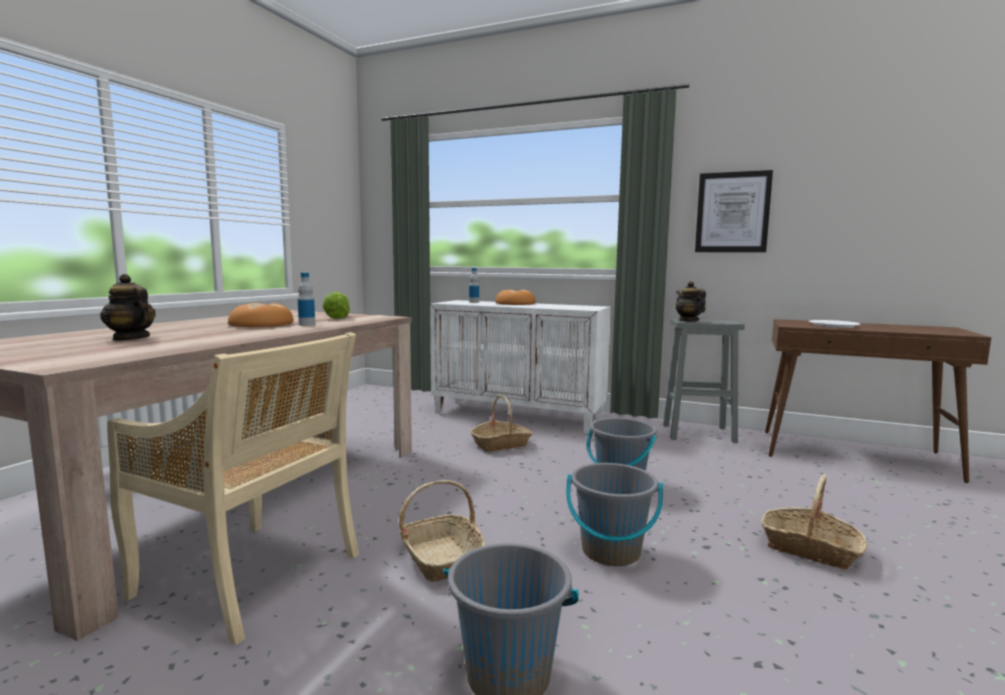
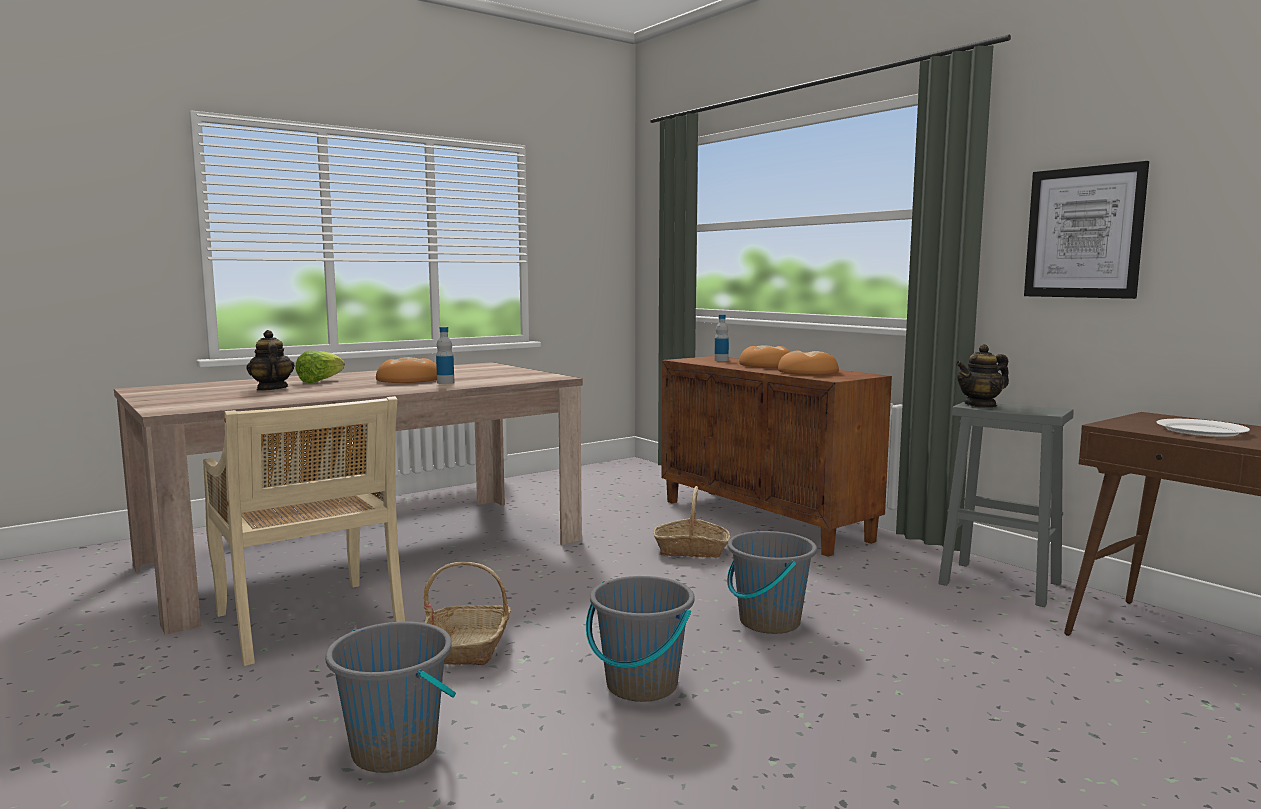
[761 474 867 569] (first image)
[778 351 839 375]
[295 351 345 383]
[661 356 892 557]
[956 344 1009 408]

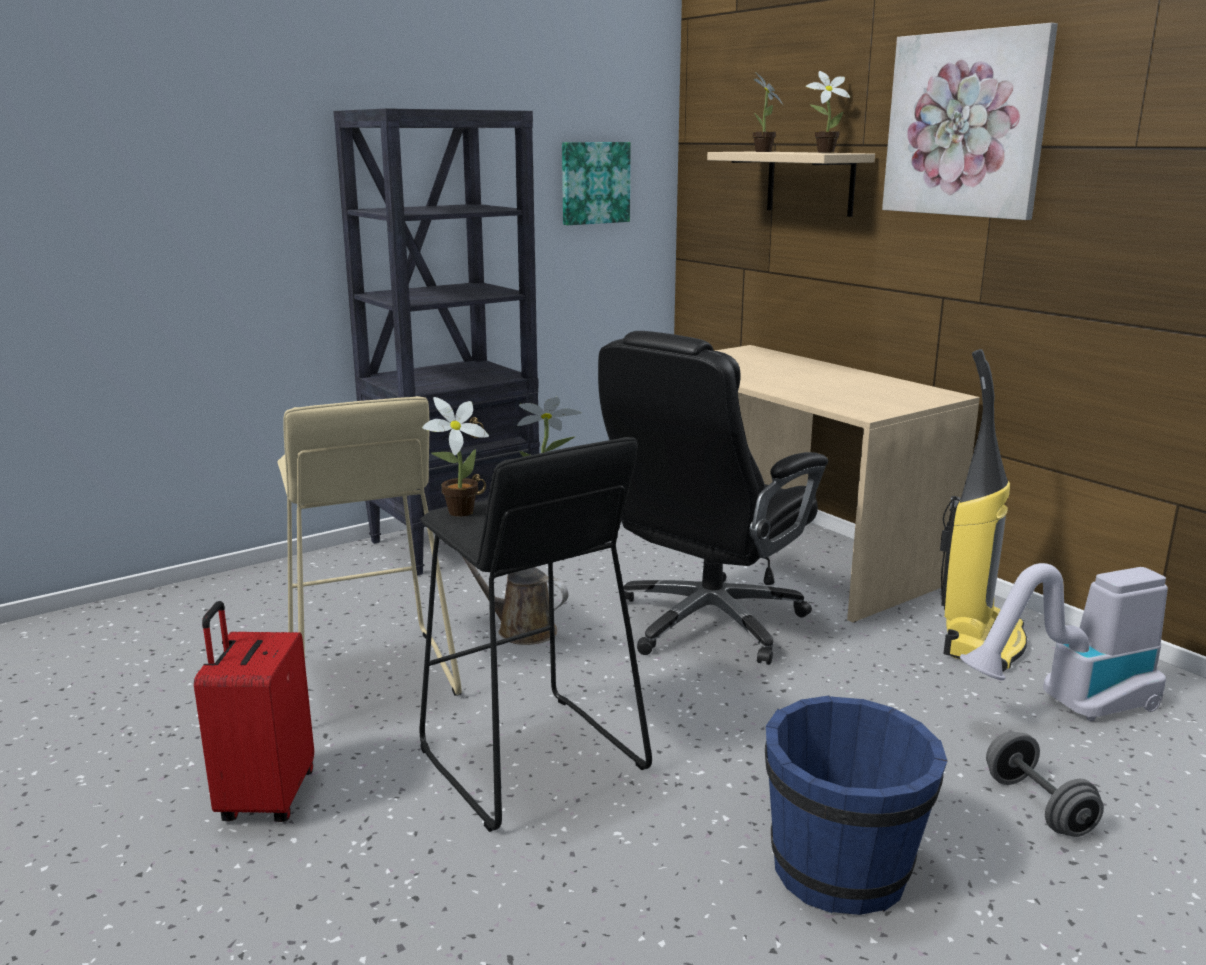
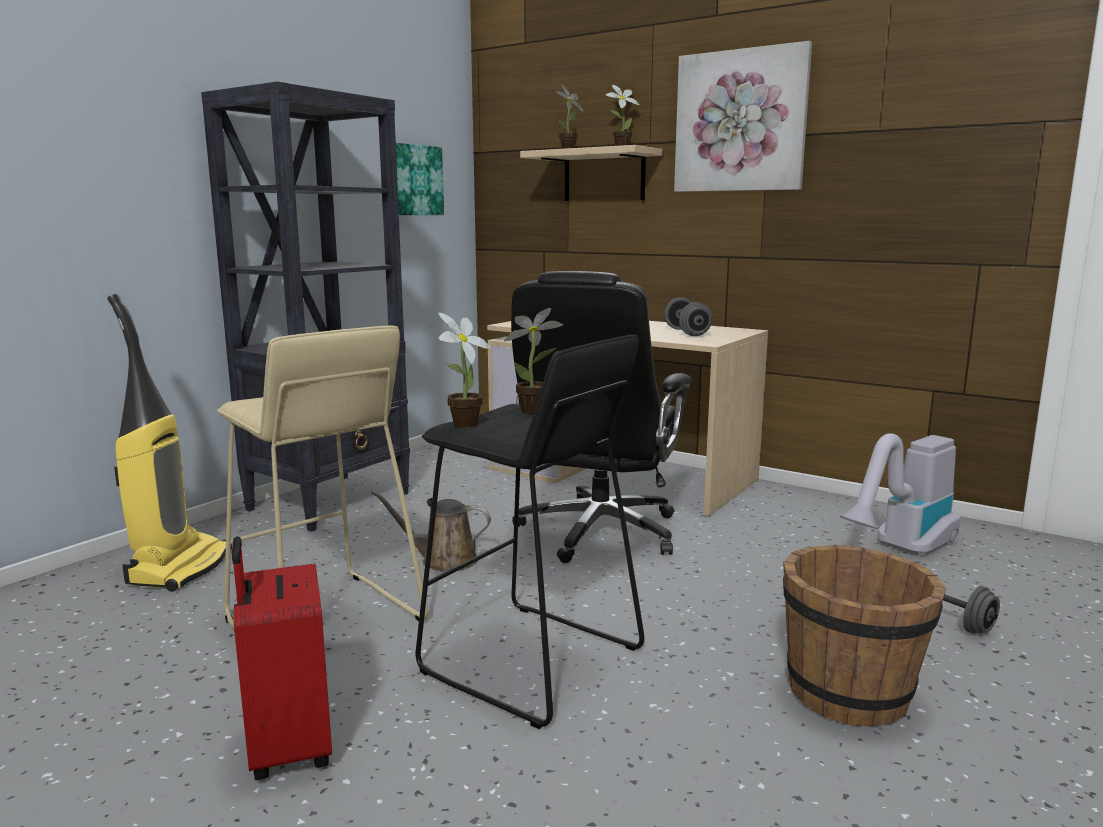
[664 297 712 336]
[107 294 232 592]
[783 545 946 727]

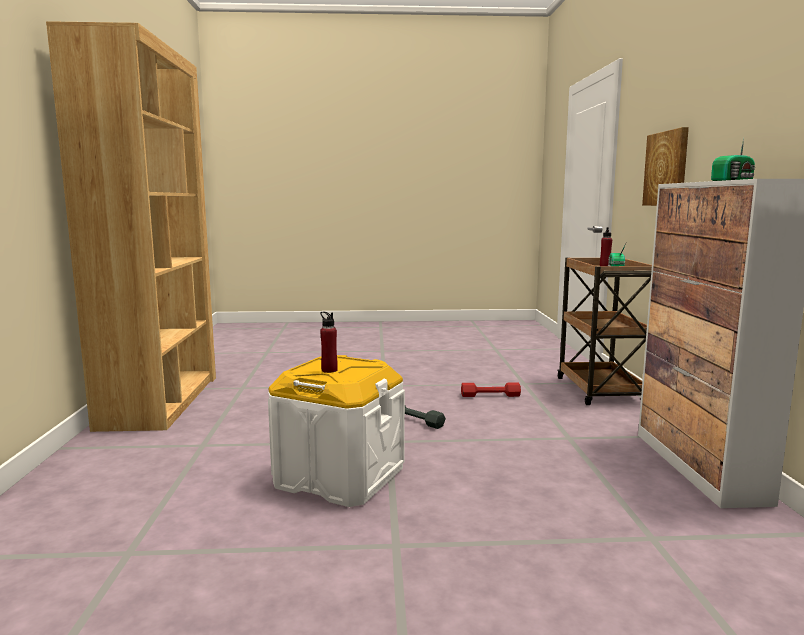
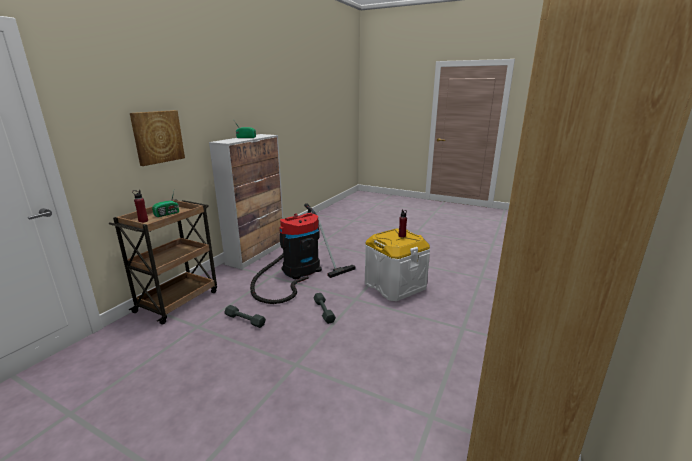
[250 203 356 304]
[224 305 266 328]

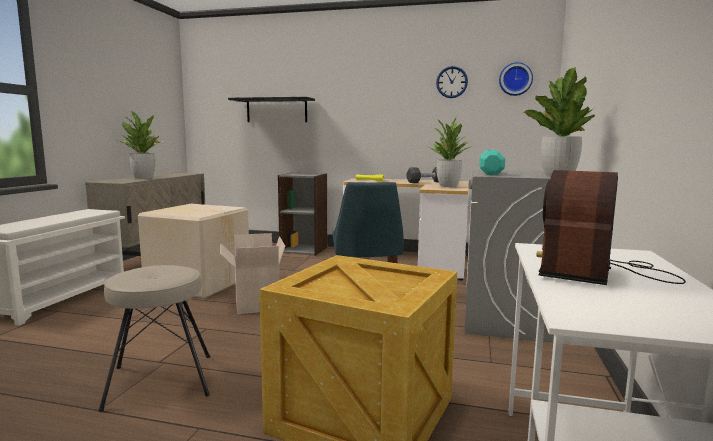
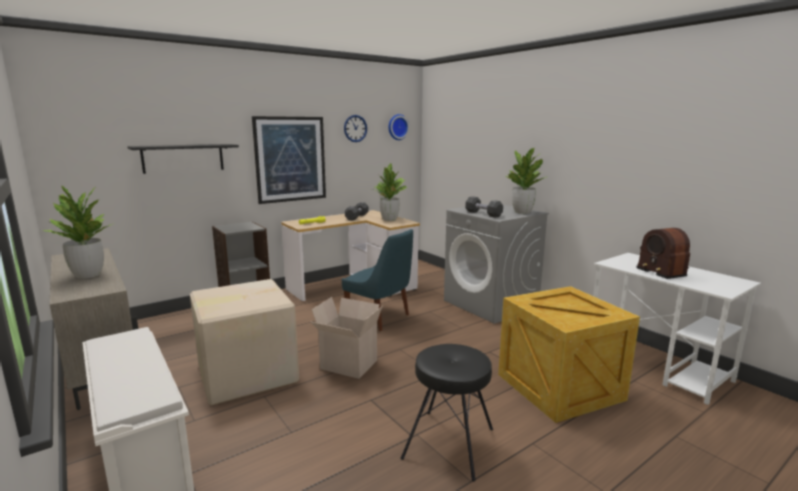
[252 116 326 204]
[400 344 493 482]
[465 197 503 217]

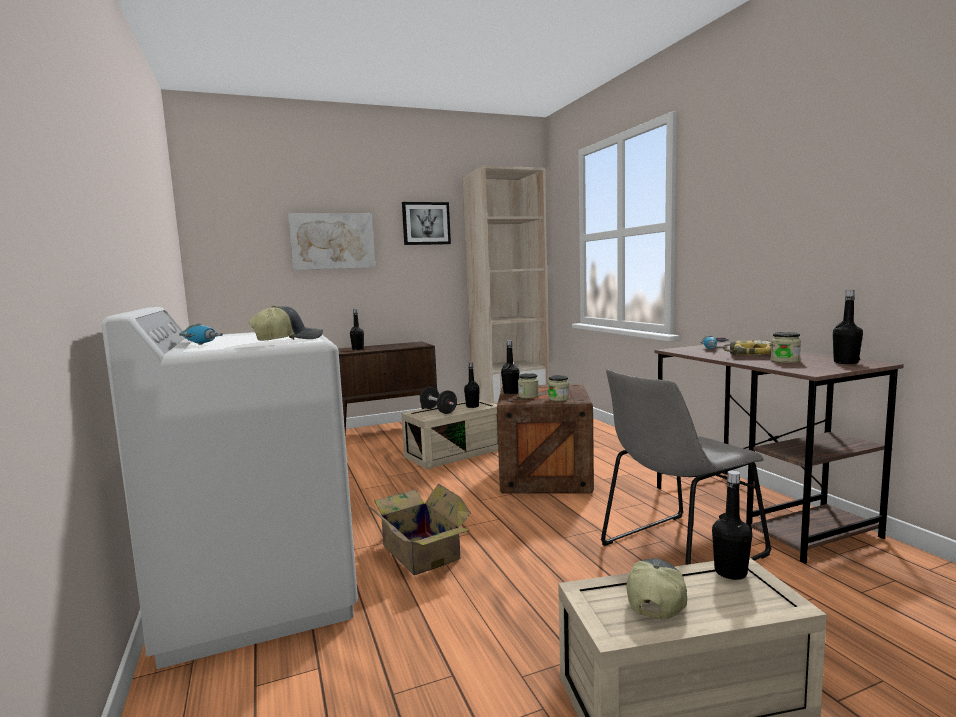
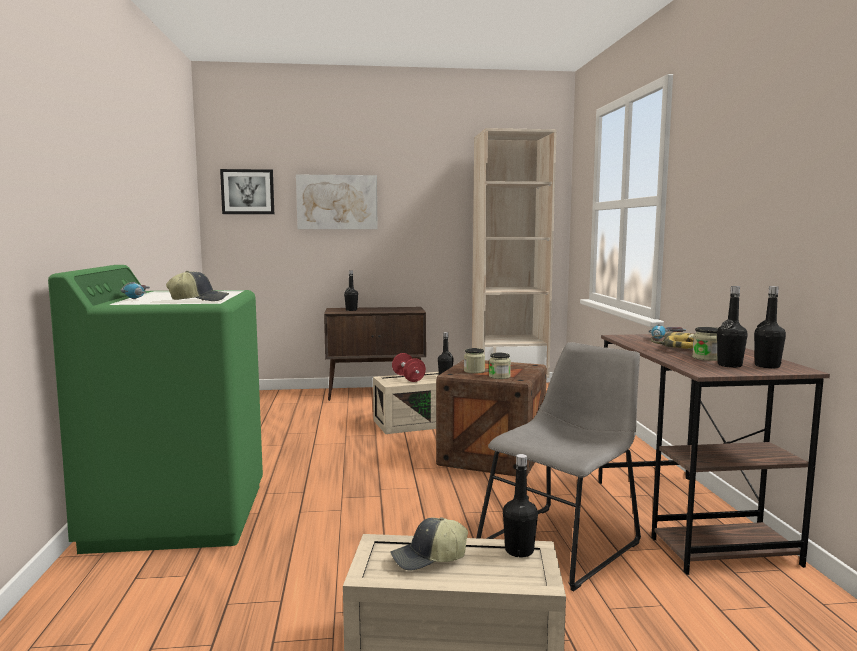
[364 484 471 575] (first image)
[220 169 274 214]
[717 286 748 368]
[48 265 263 554]
[392 353 426 382]
[476 342 641 591]
[391 517 468 571]

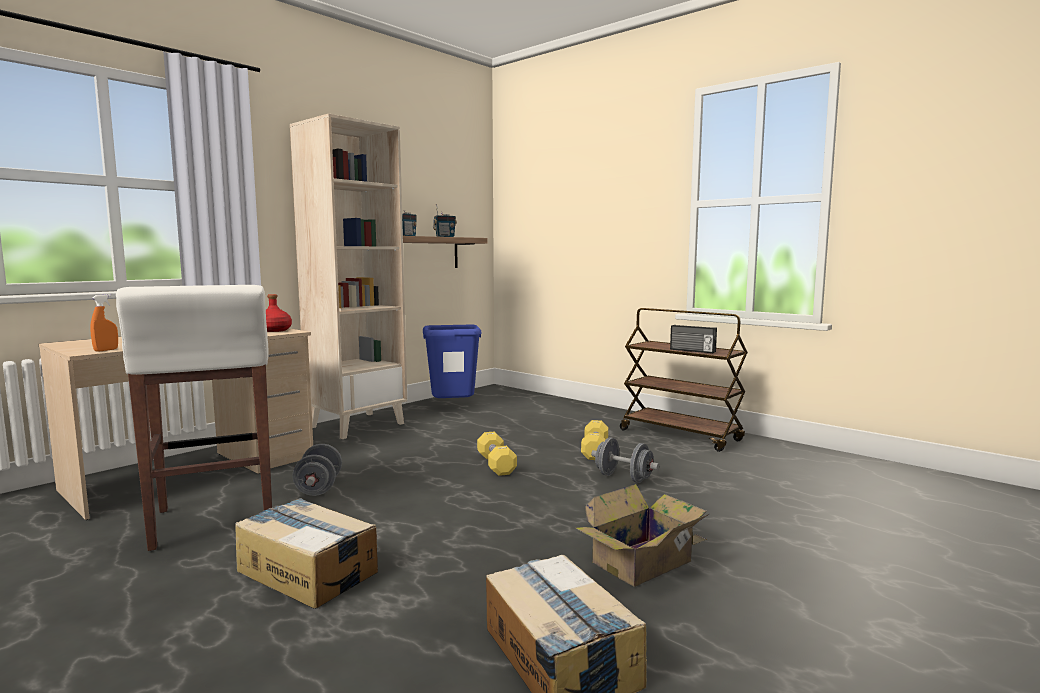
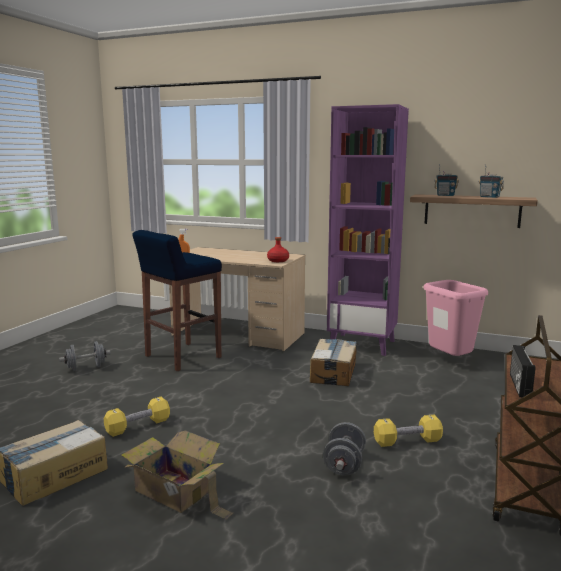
[310 339 357 386]
[59 341 111 371]
[104 396 170 437]
[133 230 222 371]
[327 104 409 356]
[423 280 488 356]

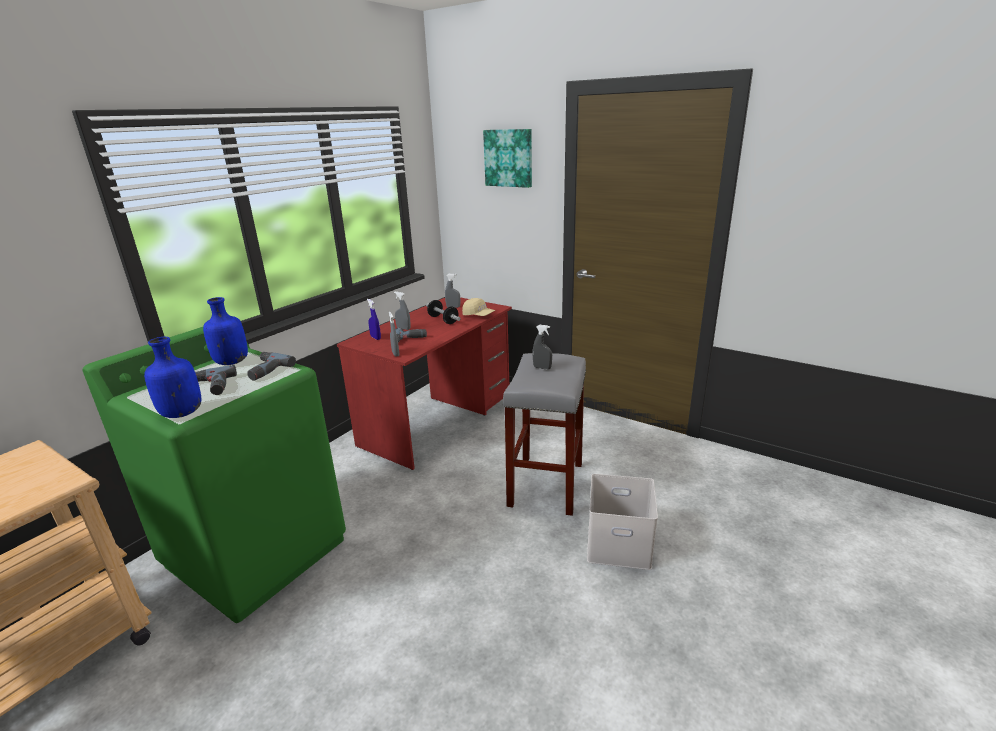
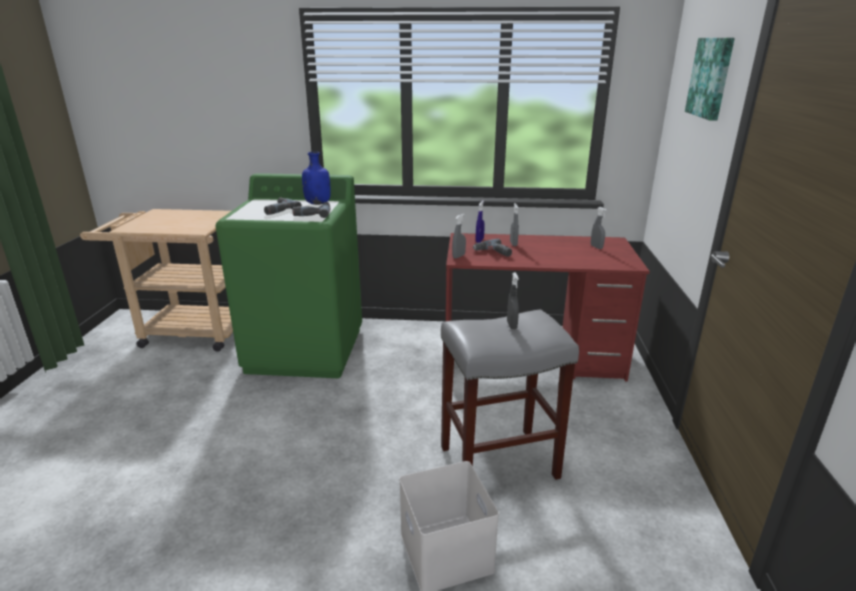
[144 337 201 418] (first image)
[426 300 461 324] (first image)
[462 298 495 316] (first image)

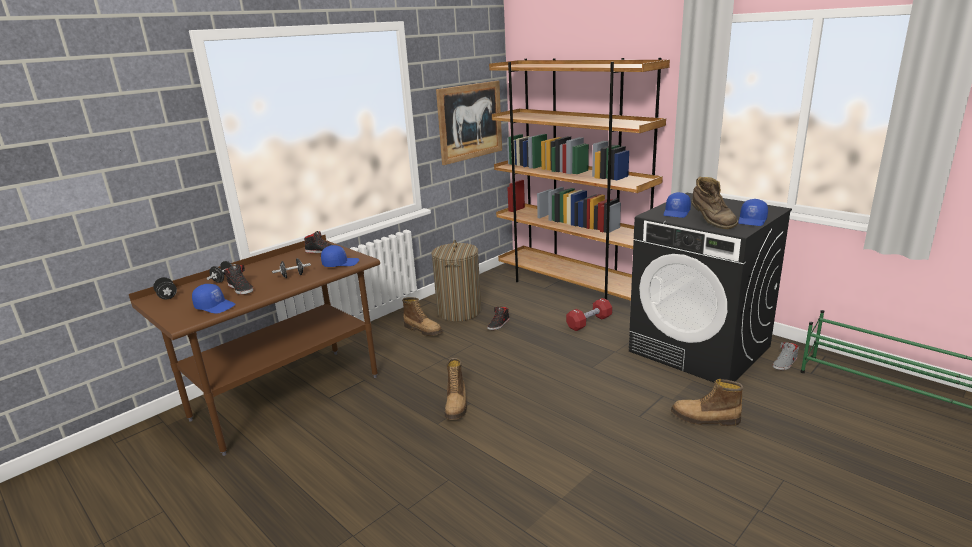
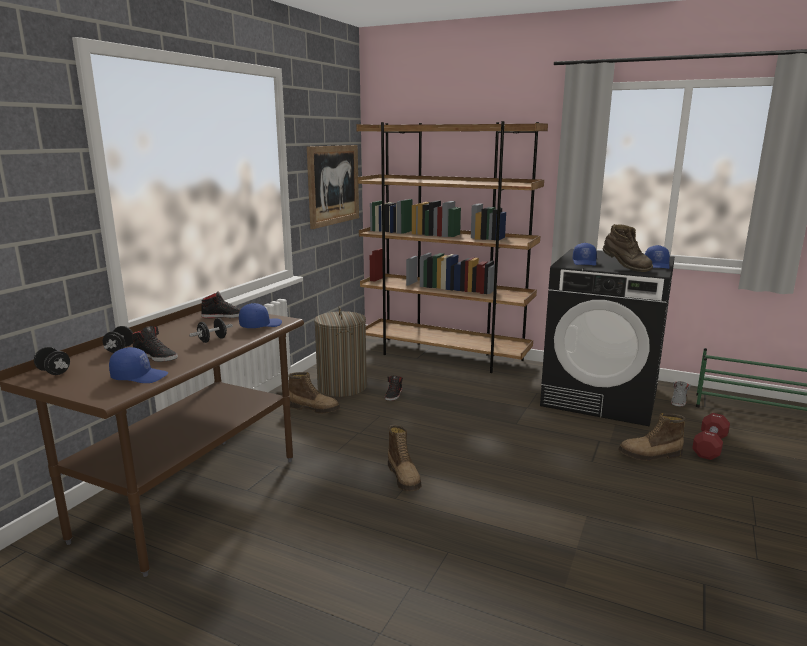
[692 413 730 460]

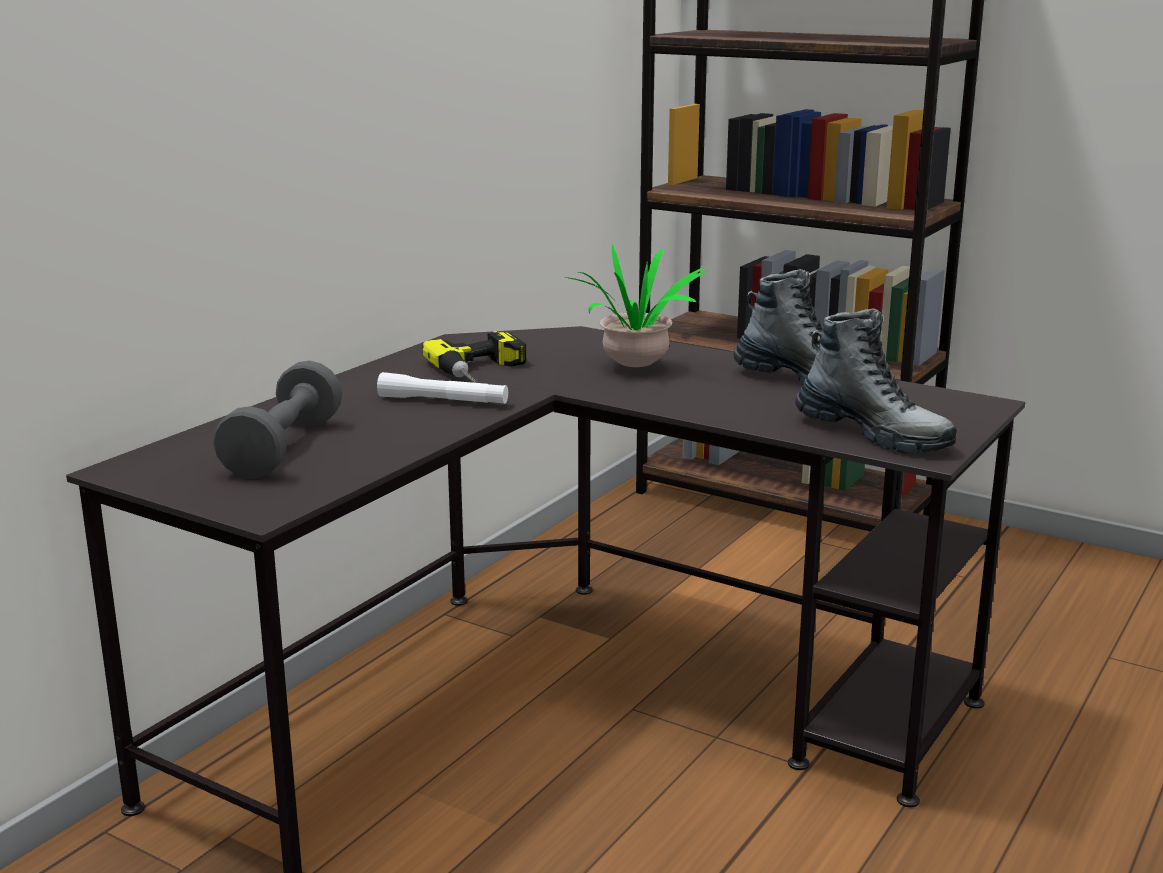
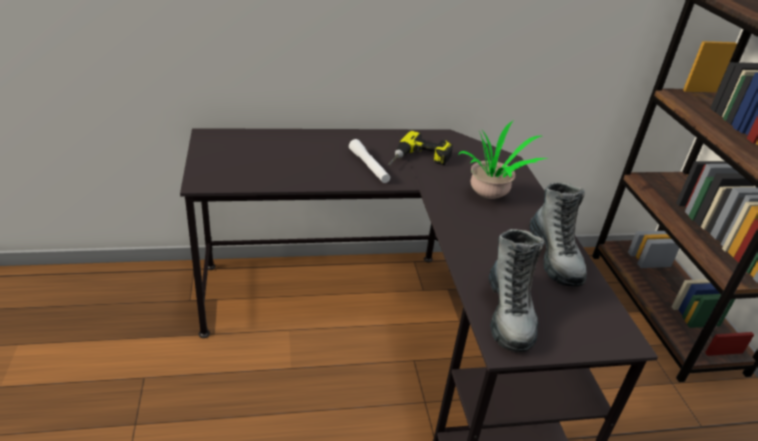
[213 361 342 479] (first image)

